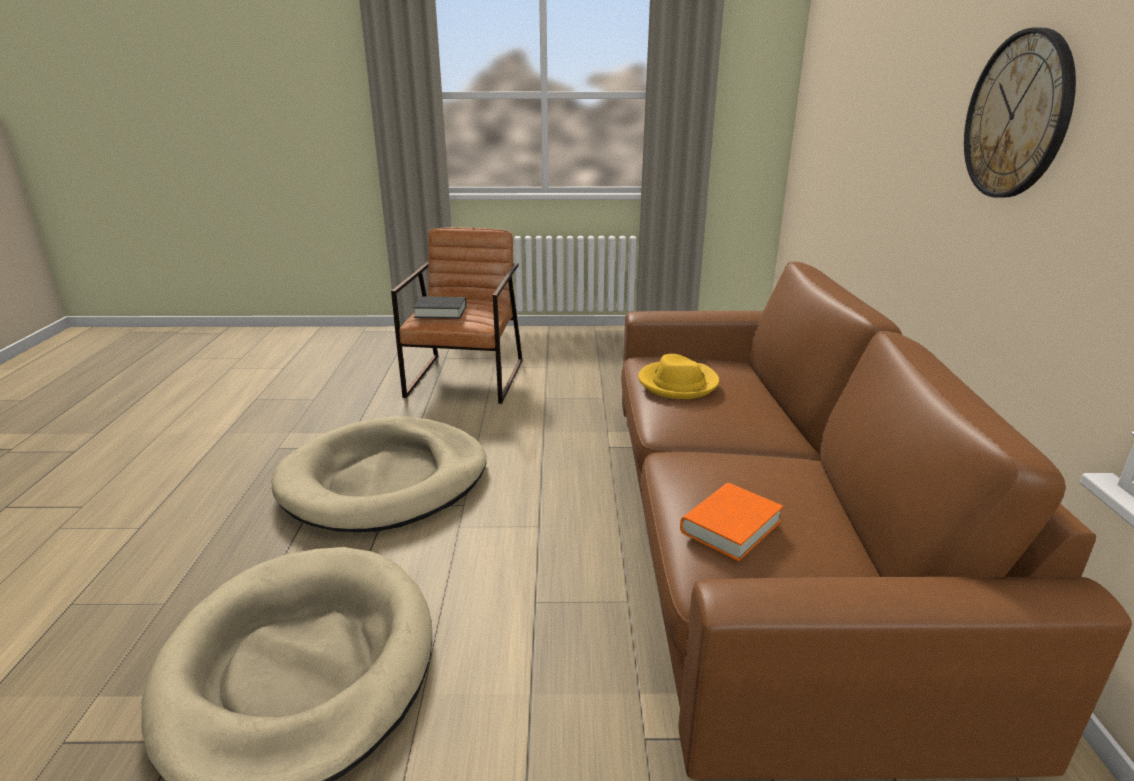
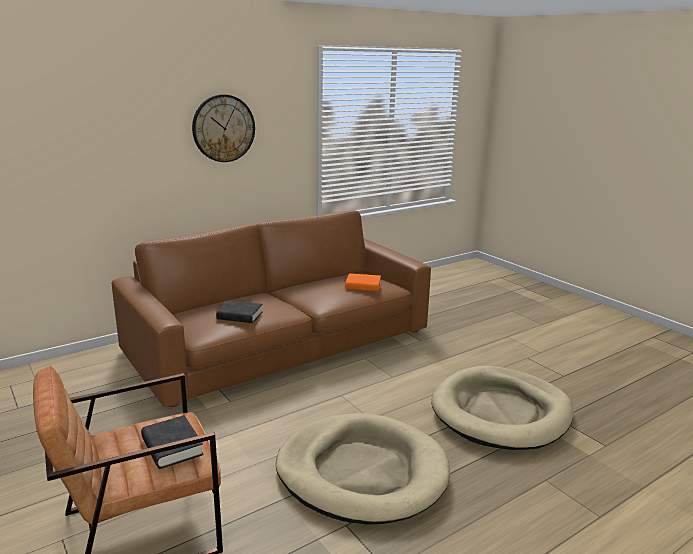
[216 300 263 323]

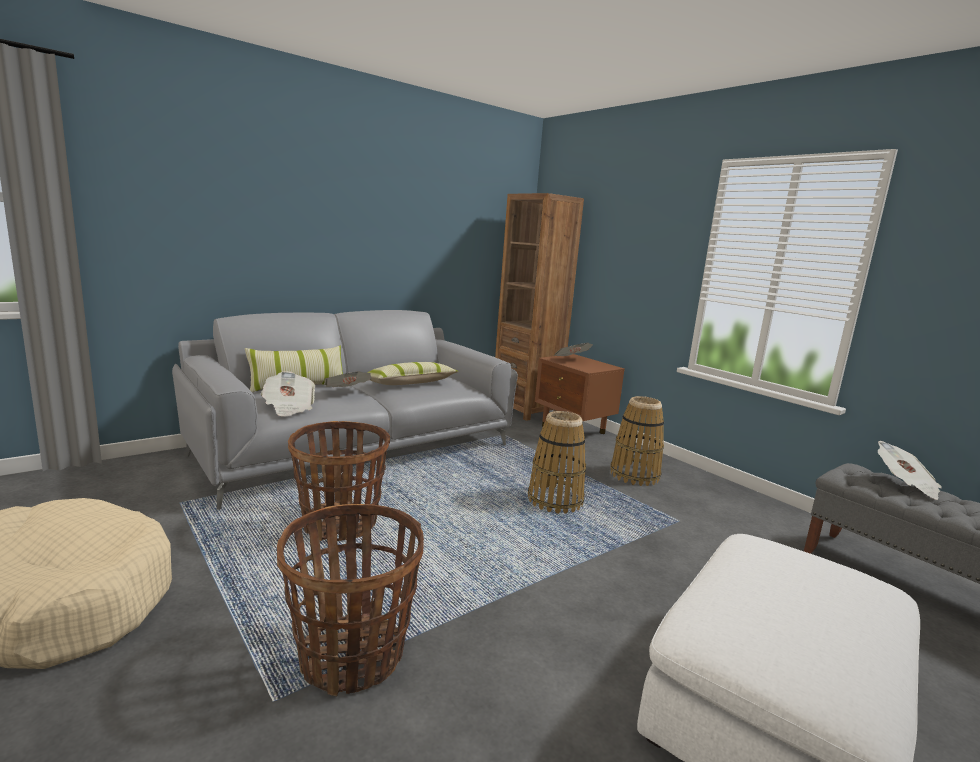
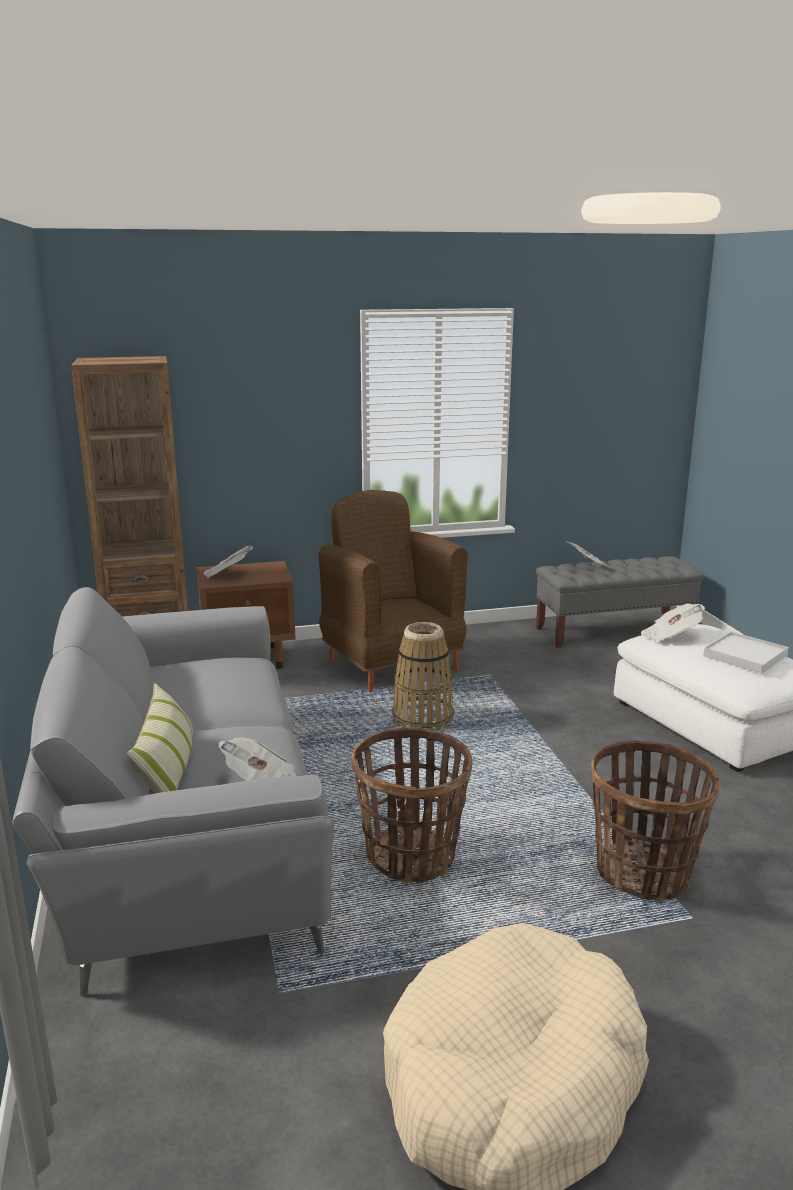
[367 362 459 385] (first image)
[703 632 789 674]
[641 603 705 642]
[318 490 468 692]

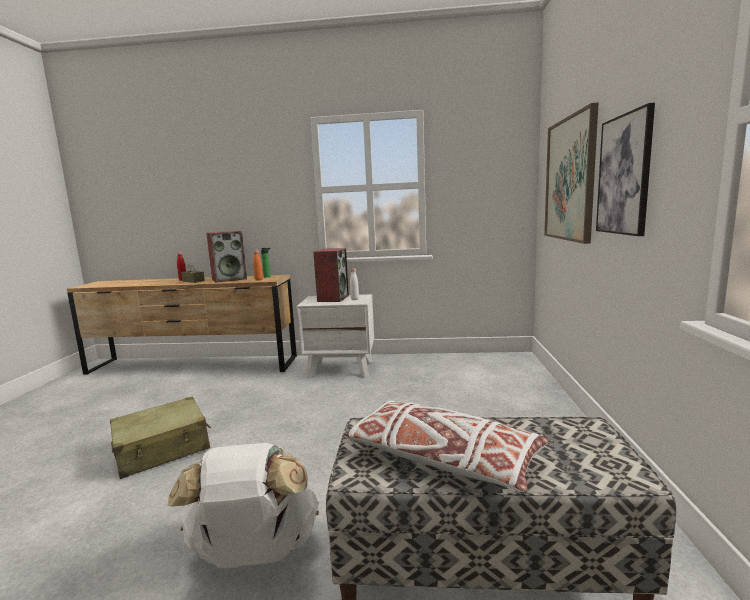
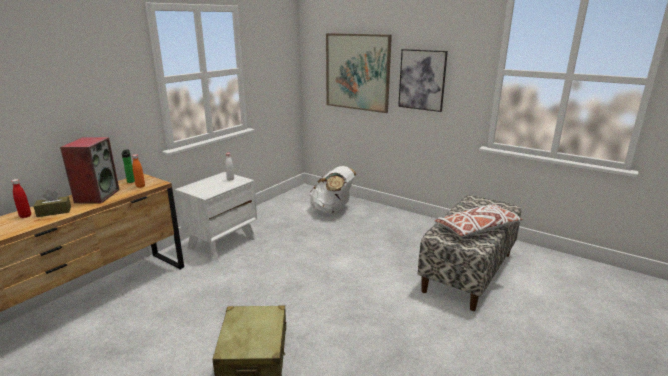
[313 248 349 302] (first image)
[309 166 356 214]

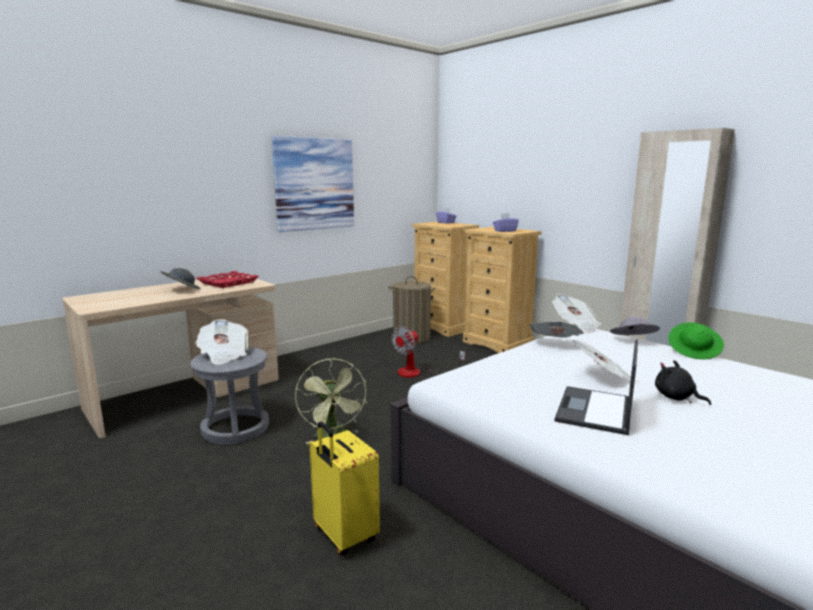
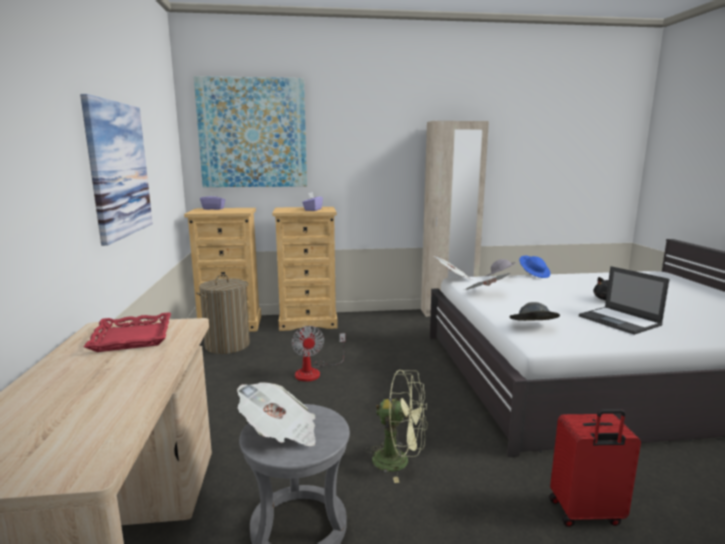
[570 339 638 382] (first image)
[194 76 307 187]
[509 302 560 321]
[549 409 641 527]
[519 256 551 278]

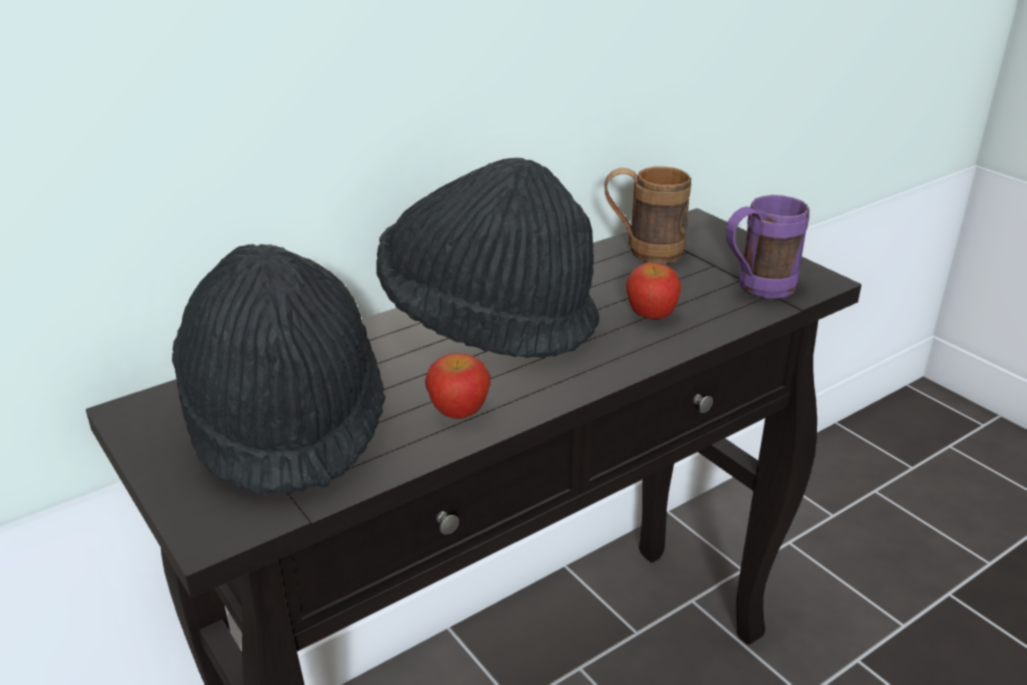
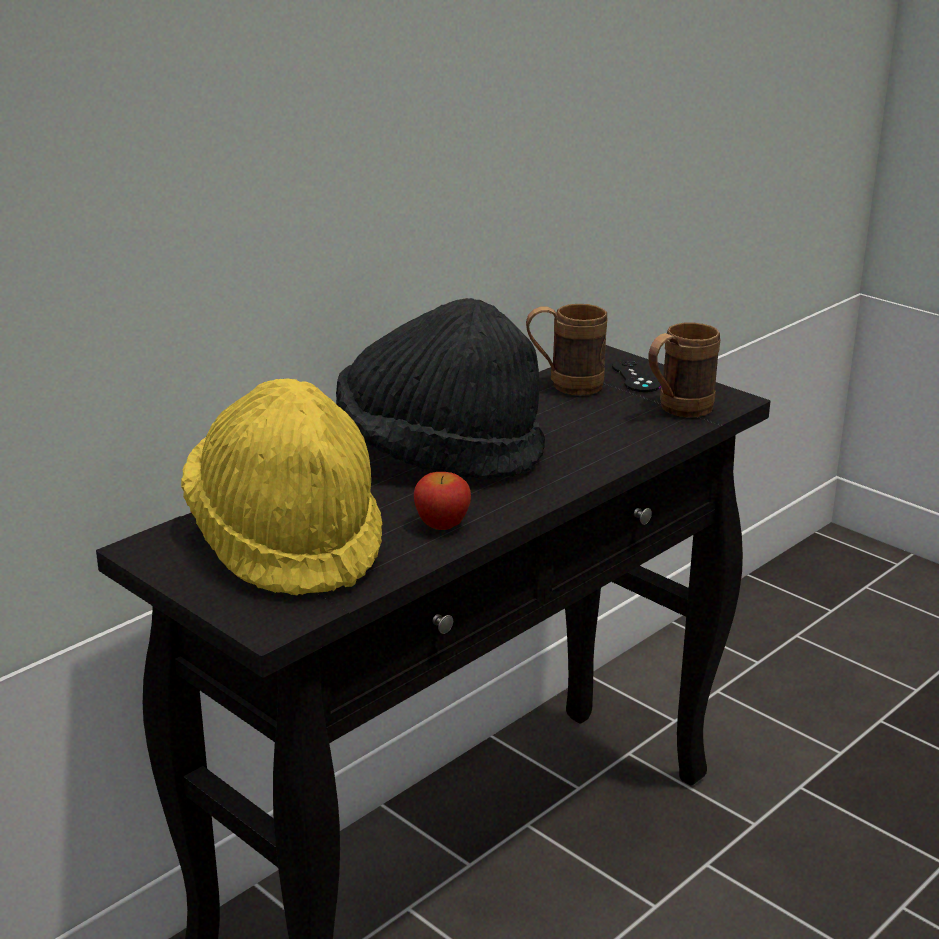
[626 263 681 319] (first image)
[612 359 661 392]
[181 378 382 595]
[649 323 720 417]

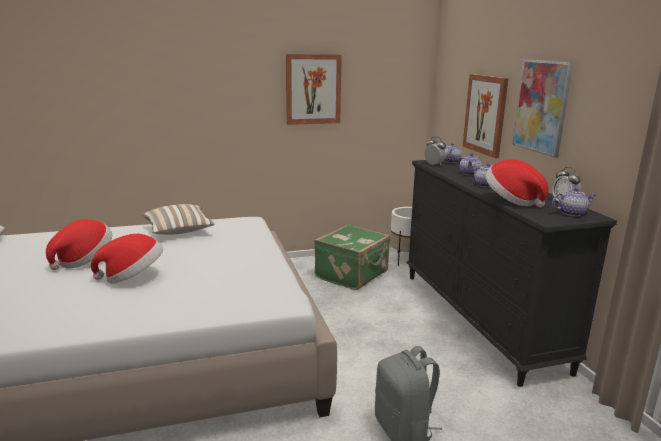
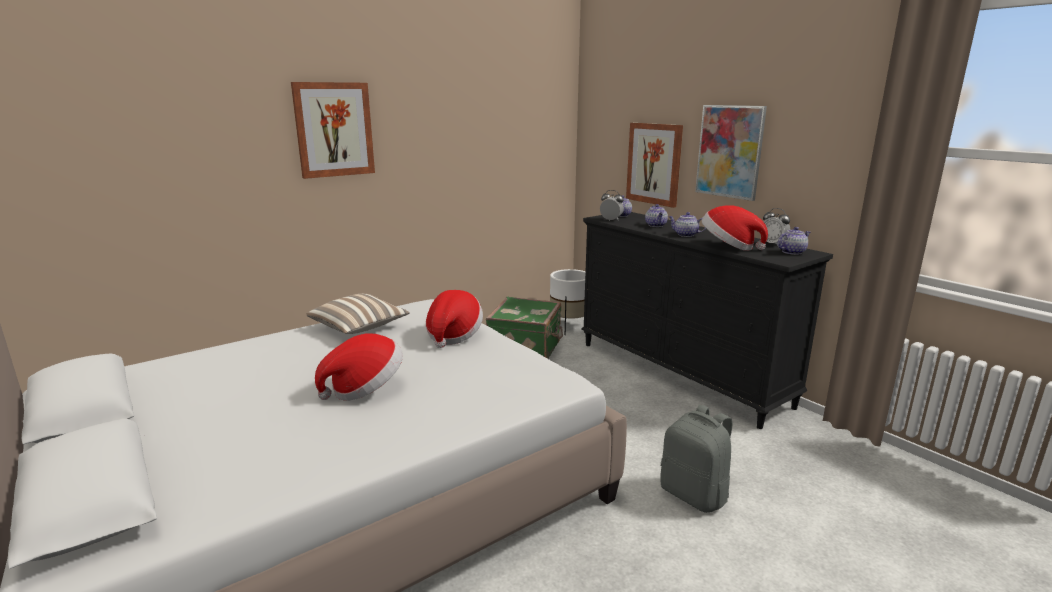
[426 290 483 348]
[291 82 375 179]

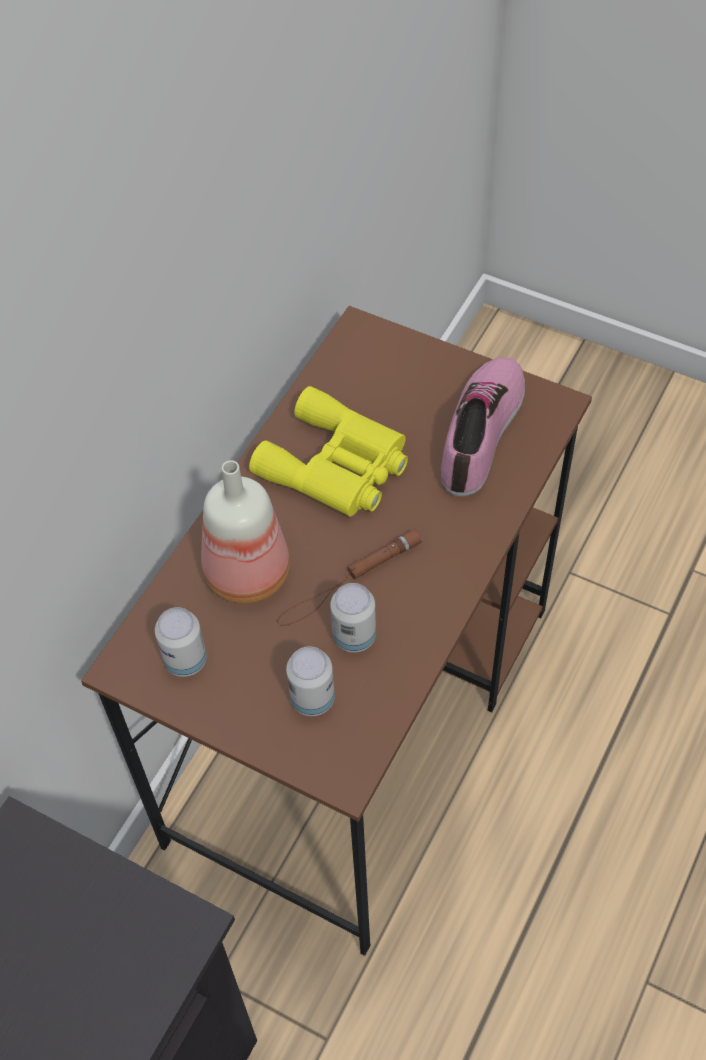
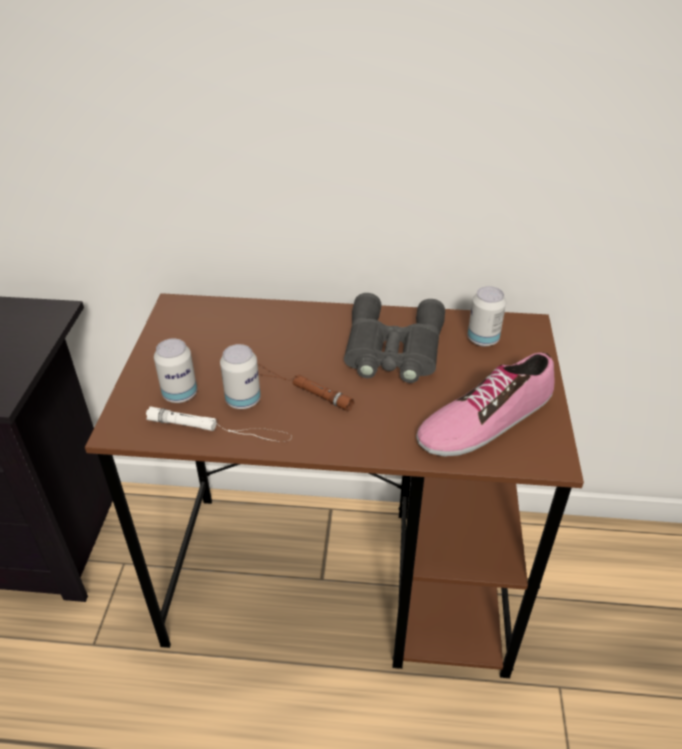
[201 460 290 604] (first image)
[146 407 292 442]
[467 286 506 347]
[344 293 445 383]
[416 352 555 457]

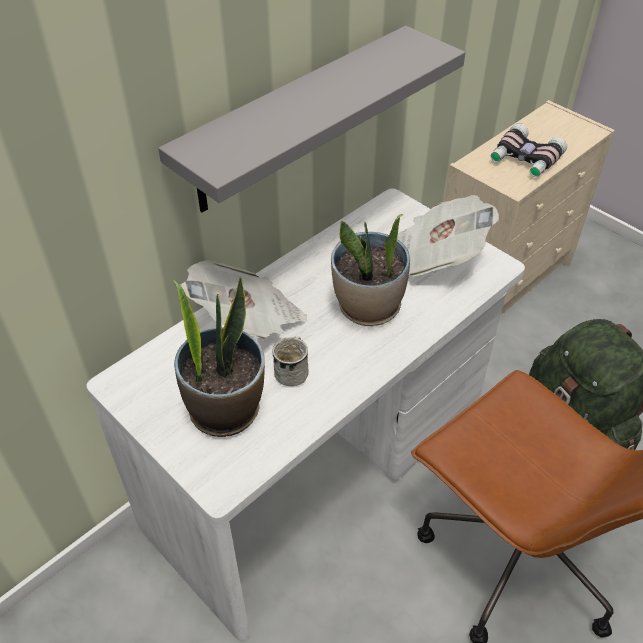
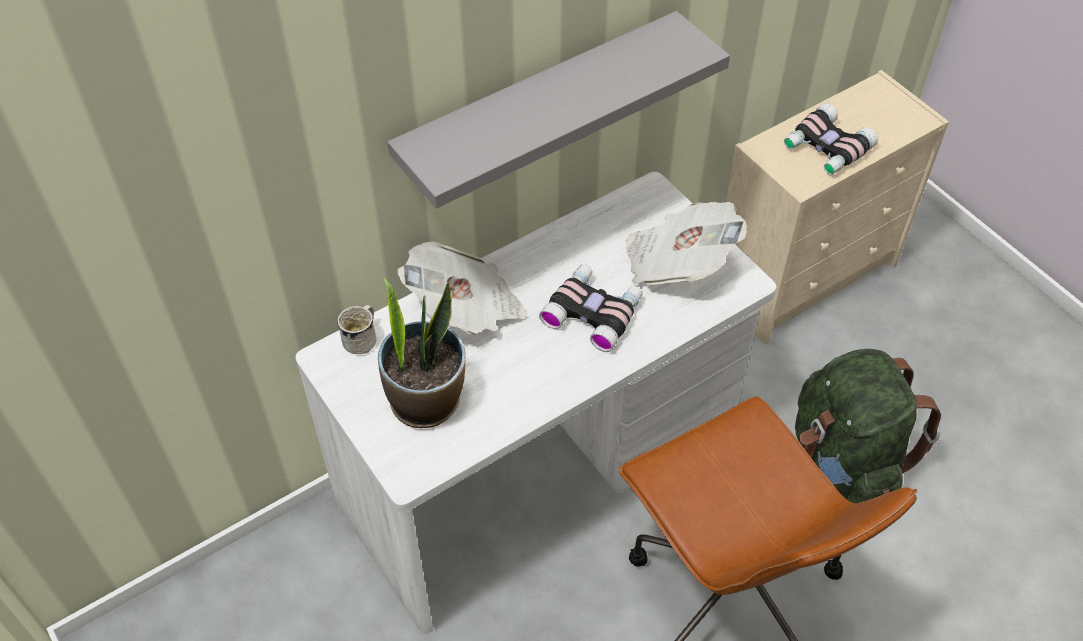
[337 305 376 354]
[539 264 643 352]

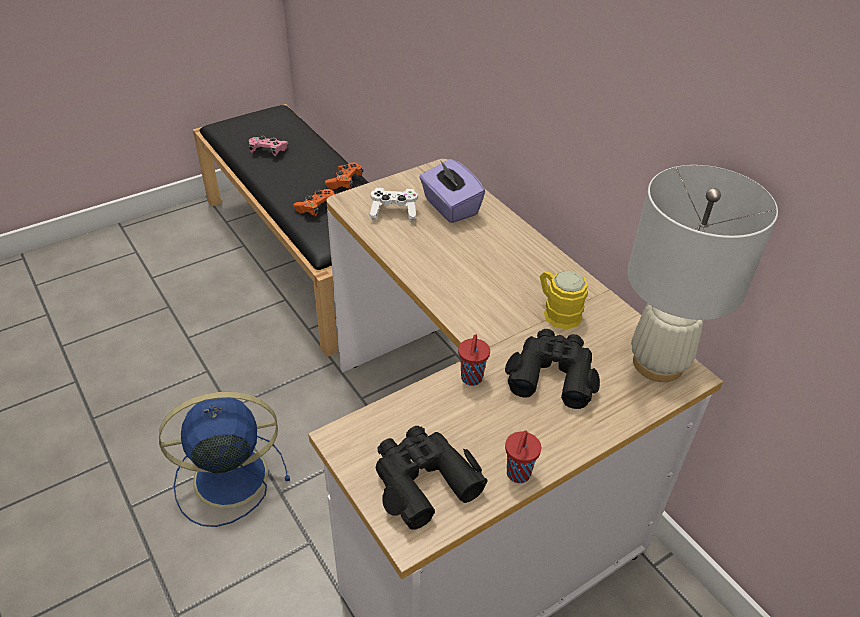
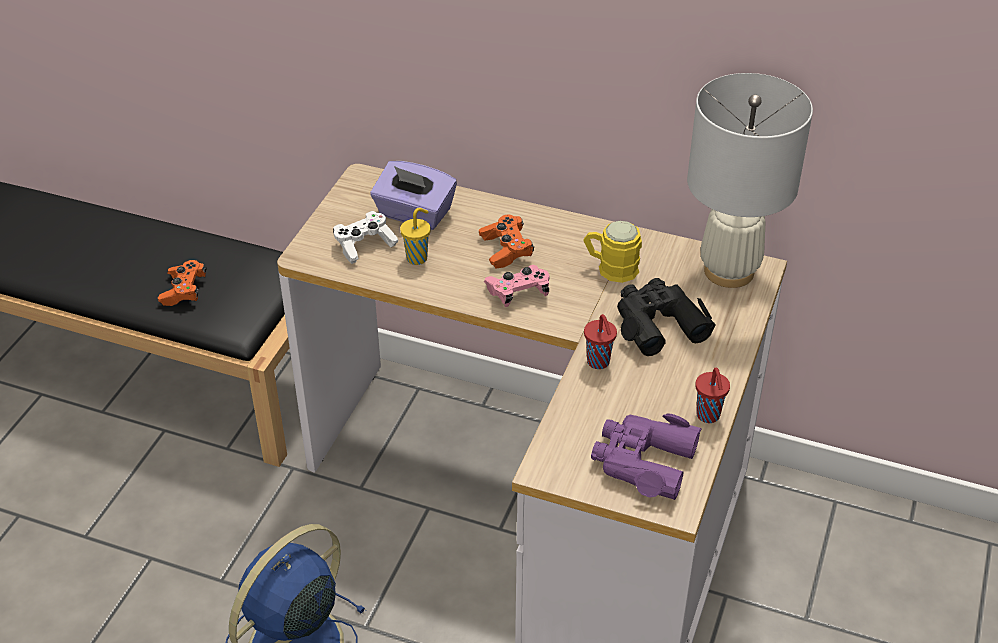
[400 208 431 265]
[484 265 550 307]
[479 215 534 269]
[591 413 702 500]

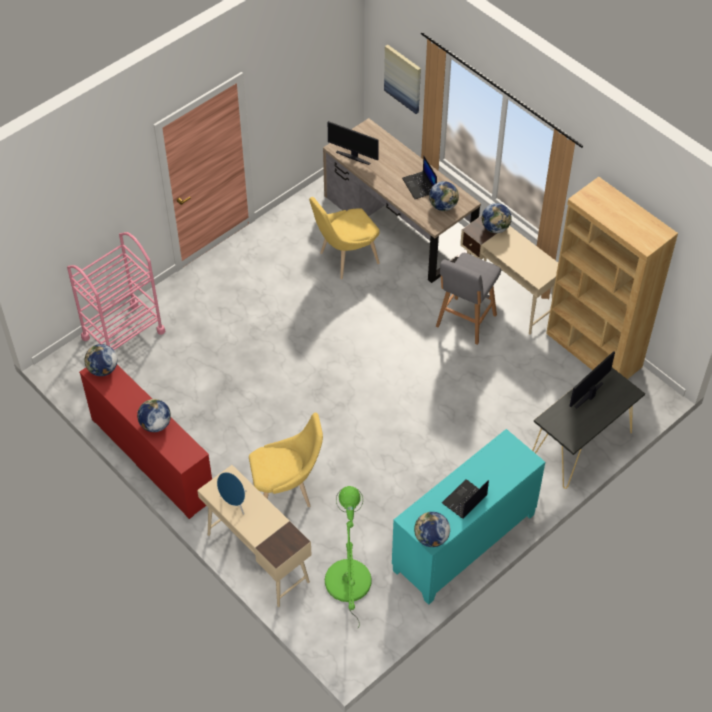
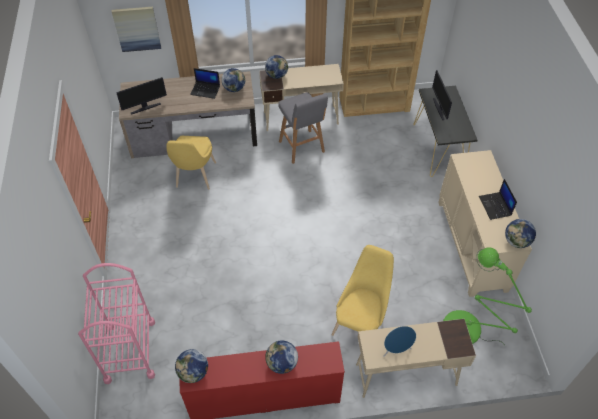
[438 150 532 297]

